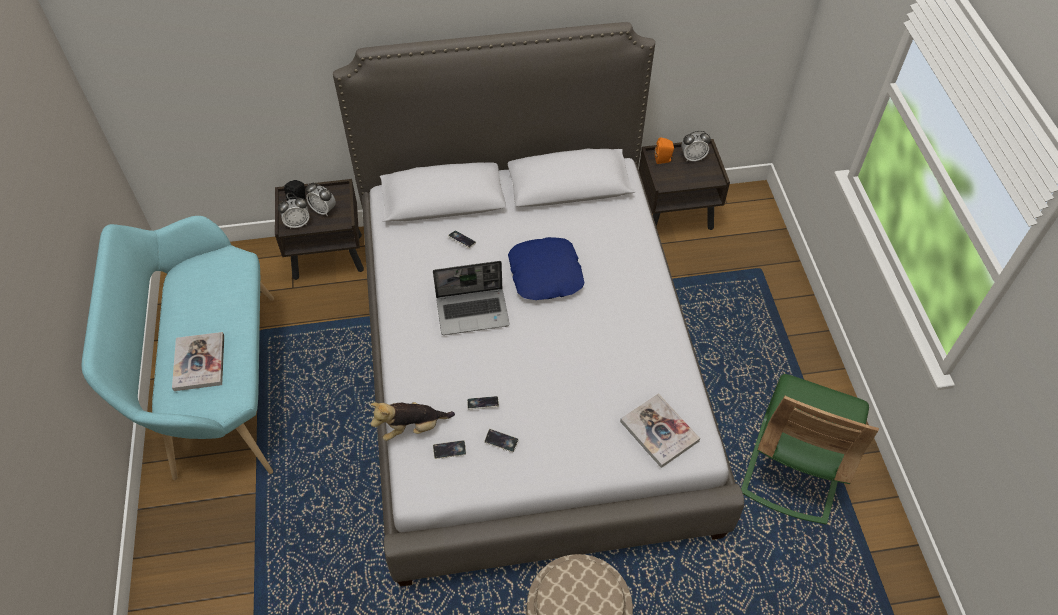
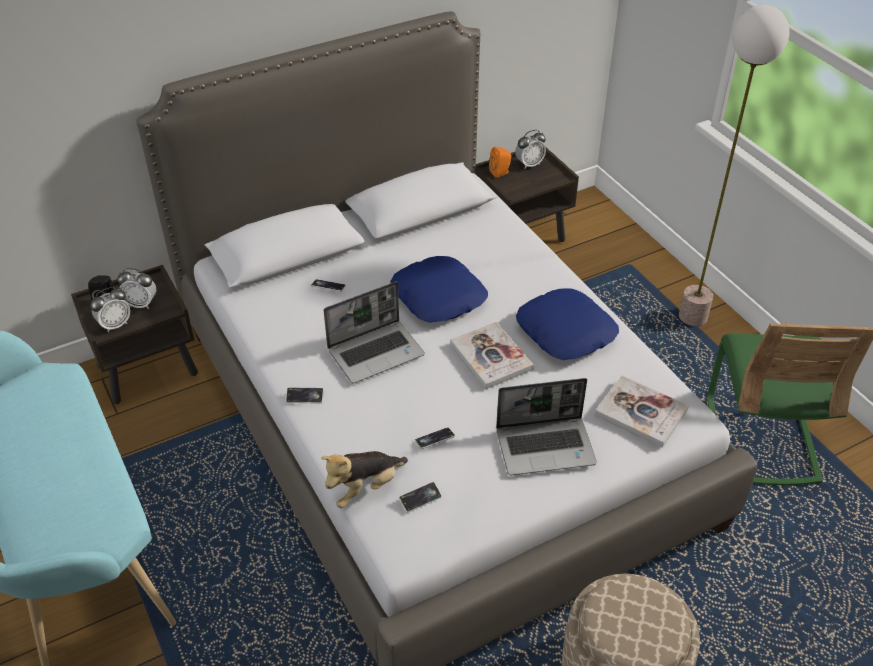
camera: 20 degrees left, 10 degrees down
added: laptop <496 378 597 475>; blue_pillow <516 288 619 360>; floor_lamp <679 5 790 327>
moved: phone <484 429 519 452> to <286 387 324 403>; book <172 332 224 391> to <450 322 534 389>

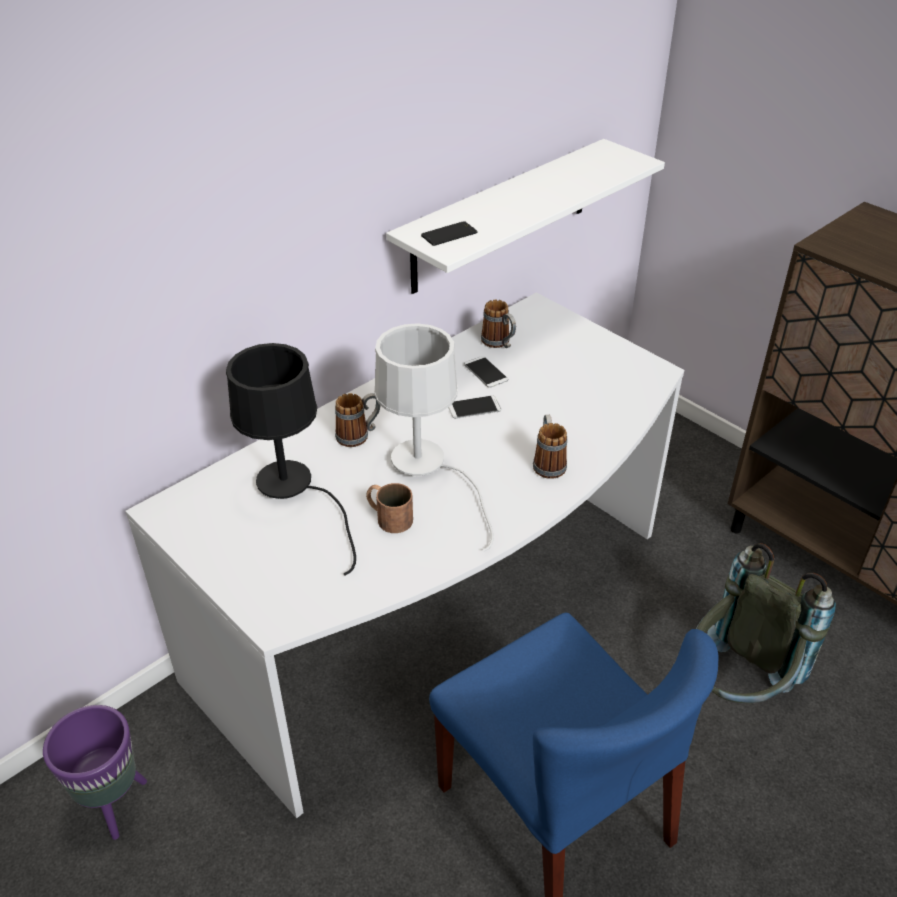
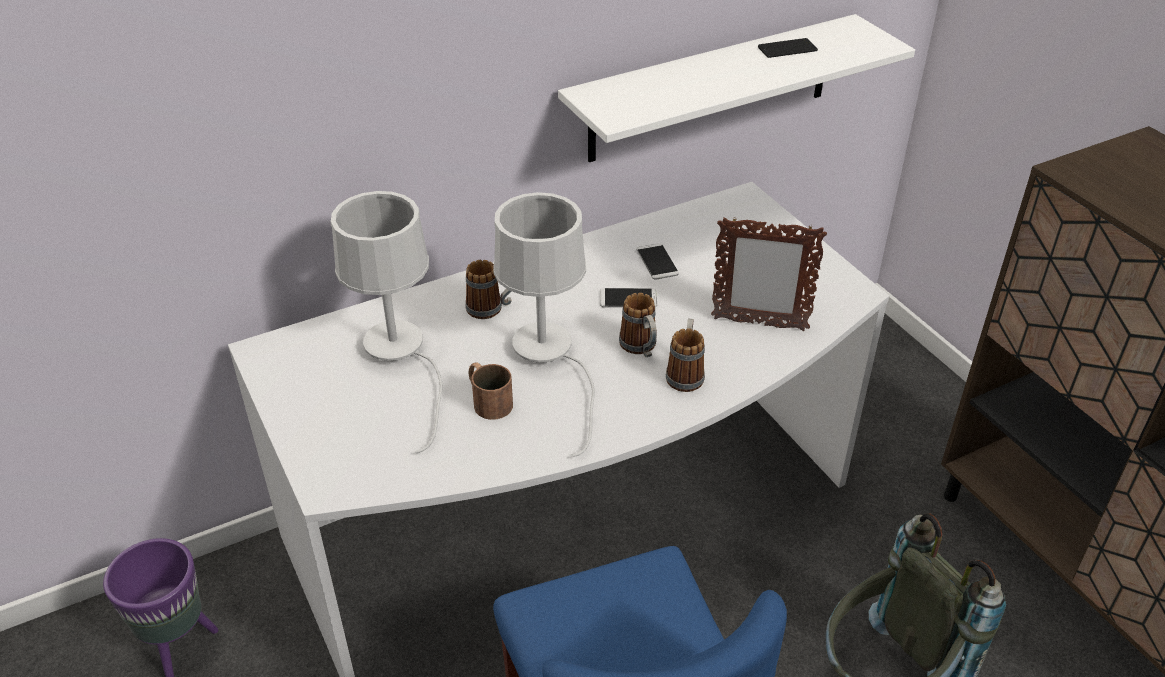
camera: 15 degrees right, 0 degrees up
added: picture_frame <711 217 827 331>
moved: mug <481 300 516 348> to <619 293 657 357>; phone <421 221 477 246> to <758 38 818 58>
recoloured: black_table_lamp <226 343 356 575> to white_table_lamp <331 191 443 453>

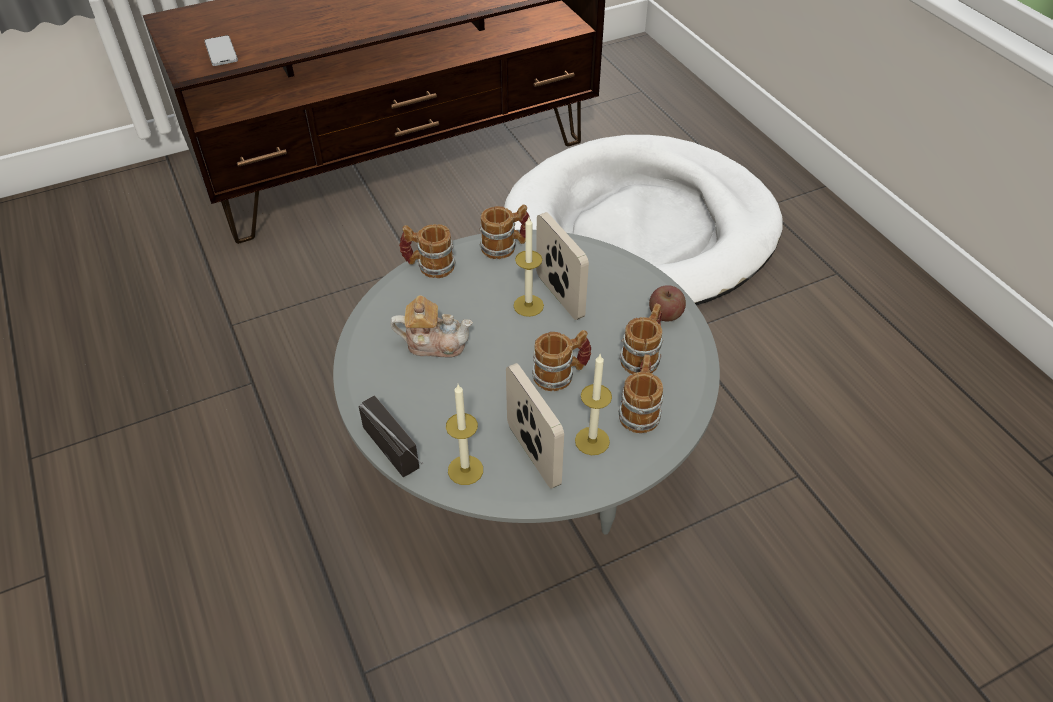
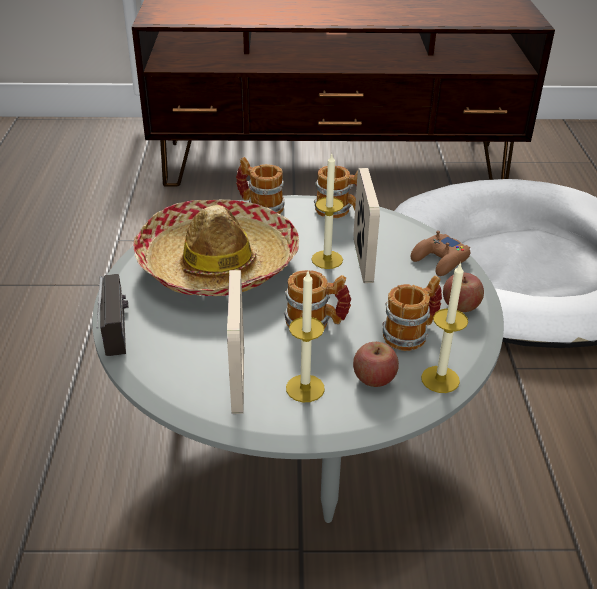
camera: 25 degrees right, 10 degrees down
removed: phone <204 35 238 66>
added: brown_game_controller <411 231 470 276>
moved: candle <446 384 483 485> to <421 262 468 393>
replaced: teapot <390 295 473 358> to hat <133 200 299 296>; mug <619 354 663 433> to apple <353 342 399 387>

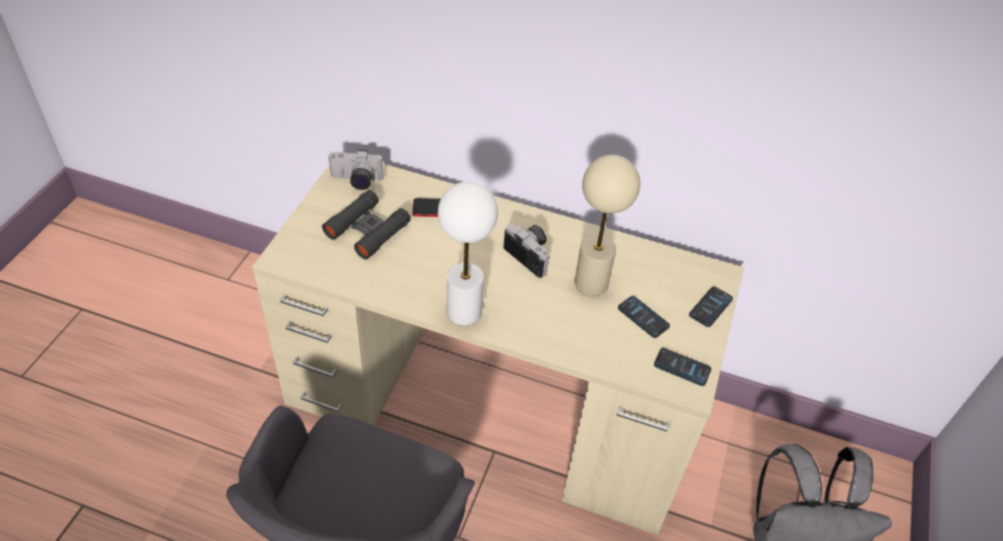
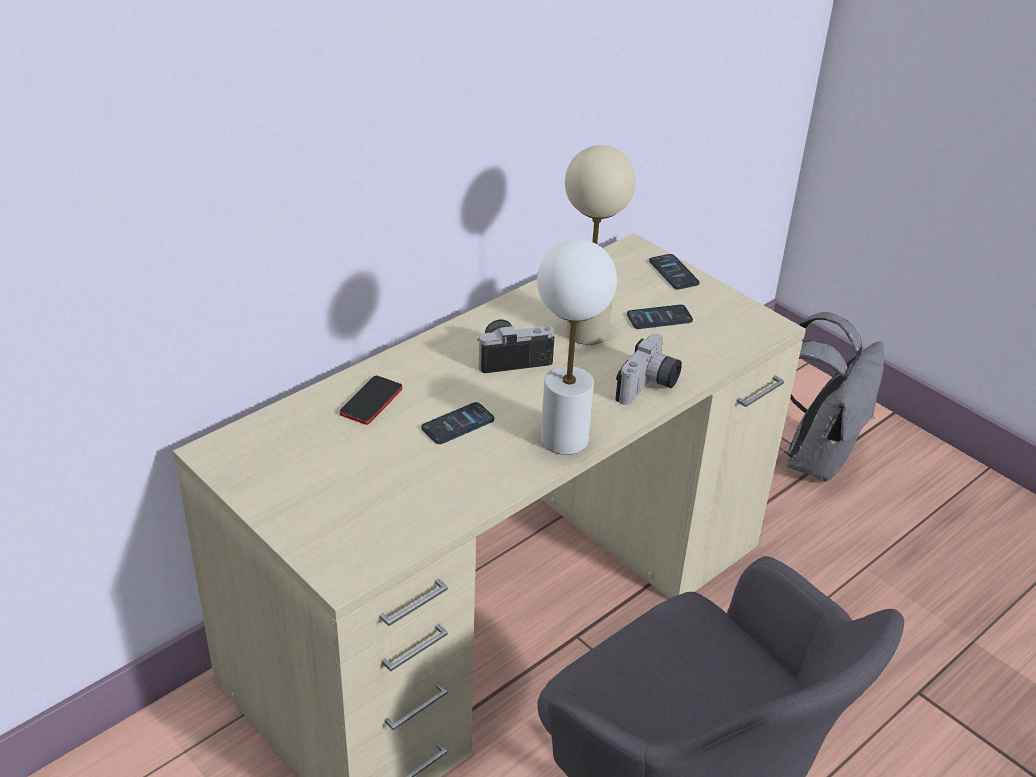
camera: 60 degrees left, 10 degrees down
removed: black_binoculars <322 190 411 259>
moved: phone <654 348 711 386> to <421 402 494 444>; photo_camera <328 150 384 190> to <616 334 682 405>

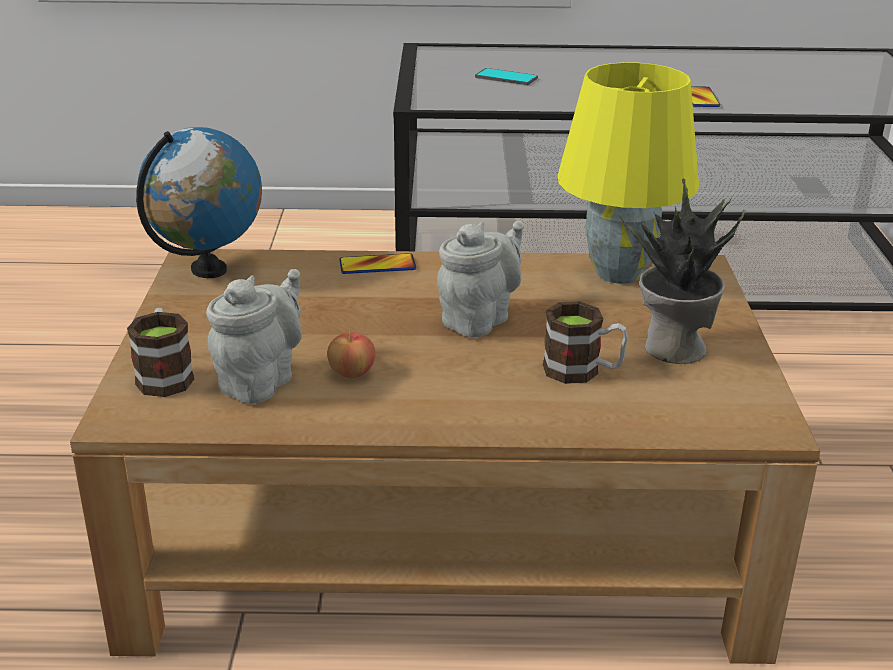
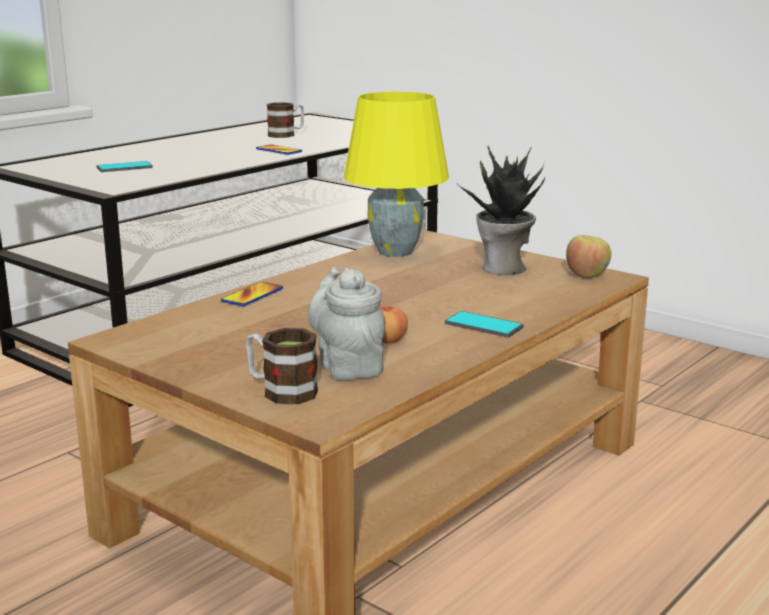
camera: 50 degrees left, 10 degrees down
removed: globe <136 127 262 278>; grey_teapot <437 221 524 338>
added: phone <445 311 524 337>; apple <566 235 611 278>
moved: mug <543 302 628 384> to <267 102 304 138>

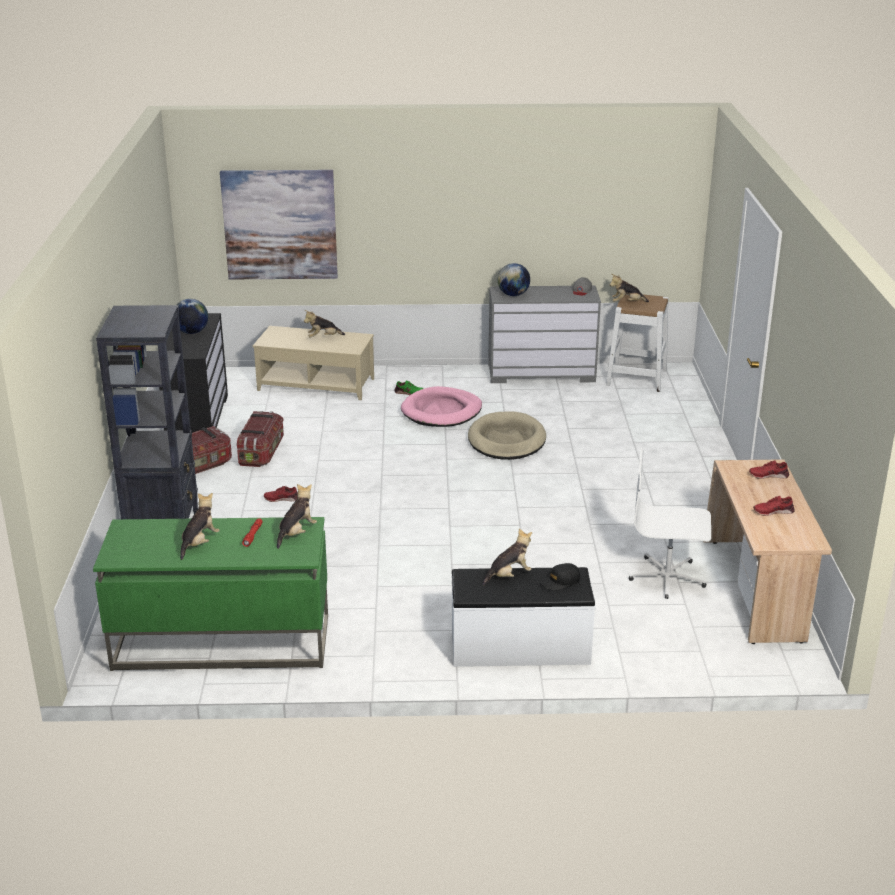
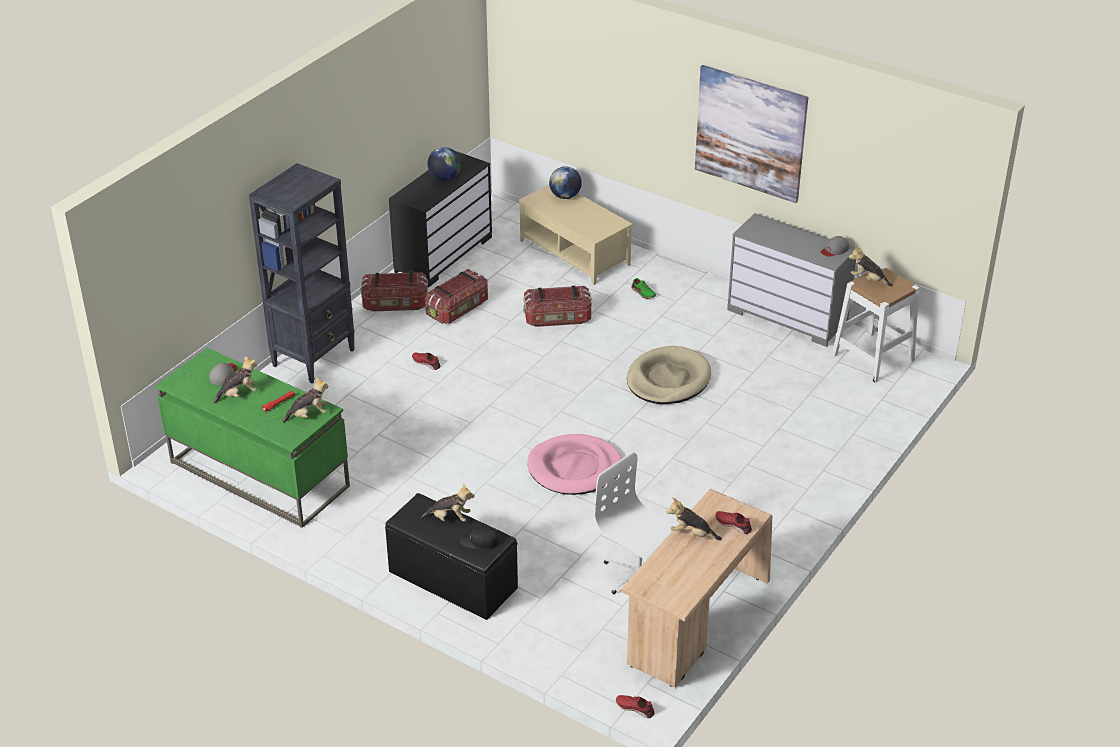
camera: 35 degrees right, 10 degrees up
added: grey_cap <209 363 237 385>; storage_box <523 285 592 327>
moved: pink_dog_bed <401 386 482 427> to <527 434 622 495>; globe <498 263 530 296> to <549 166 582 199>; red_shoe <753 496 794 516> to <616 695 654 718>; plush_toy <304 310 345 338> to <666 497 722 540>; picture <220 170 338 279> to <695 65 808 203>
recoloured: white_bench <452 567 595 667> to black_bench <385 493 518 620>

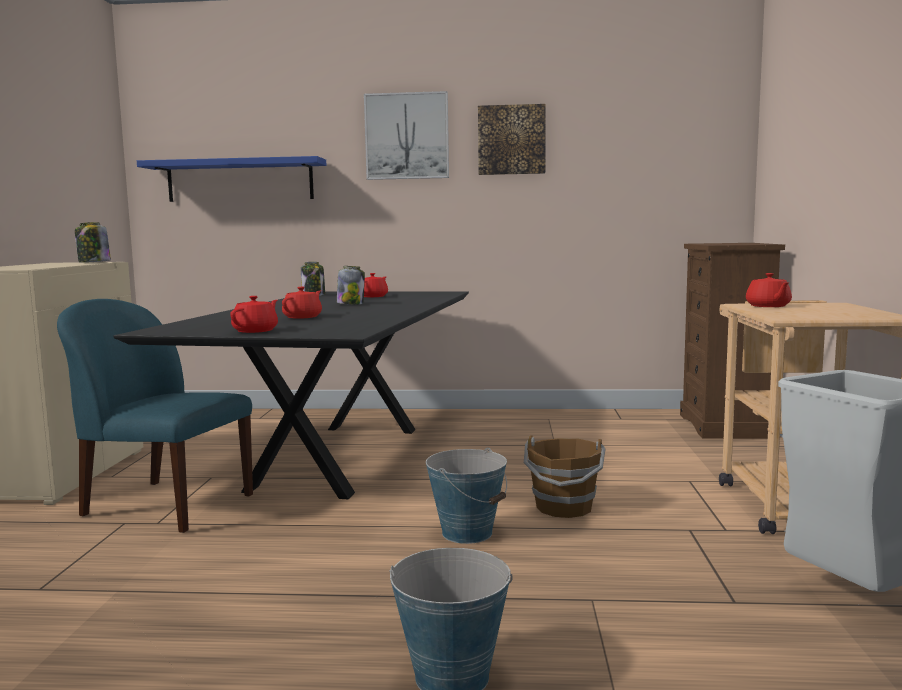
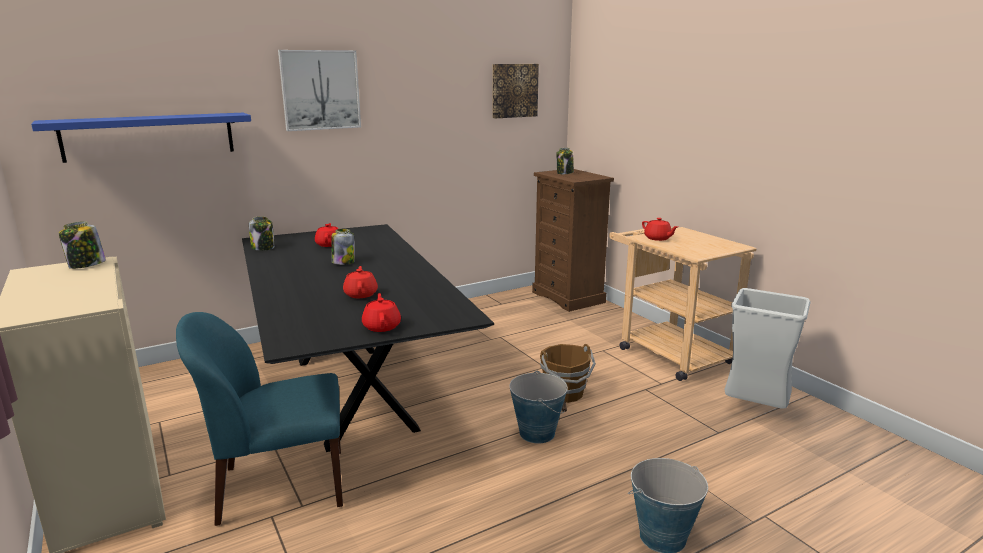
camera: 35 degrees left, 10 degrees up
added: jar <556 148 574 174>
moved: picture <478 104 546 175> to <493 64 539 118>

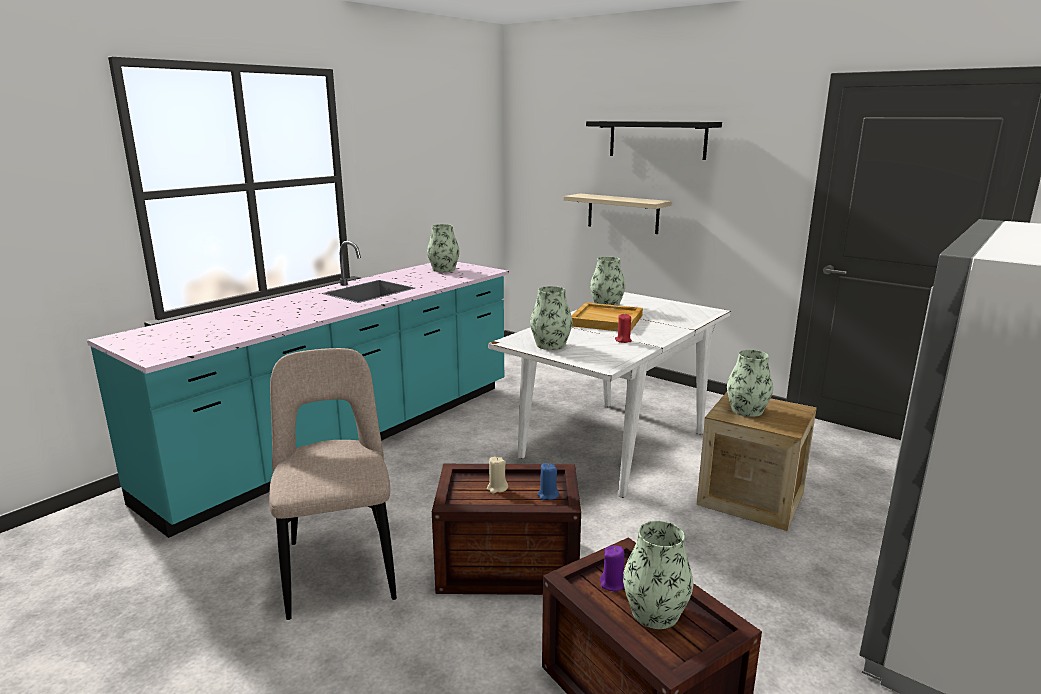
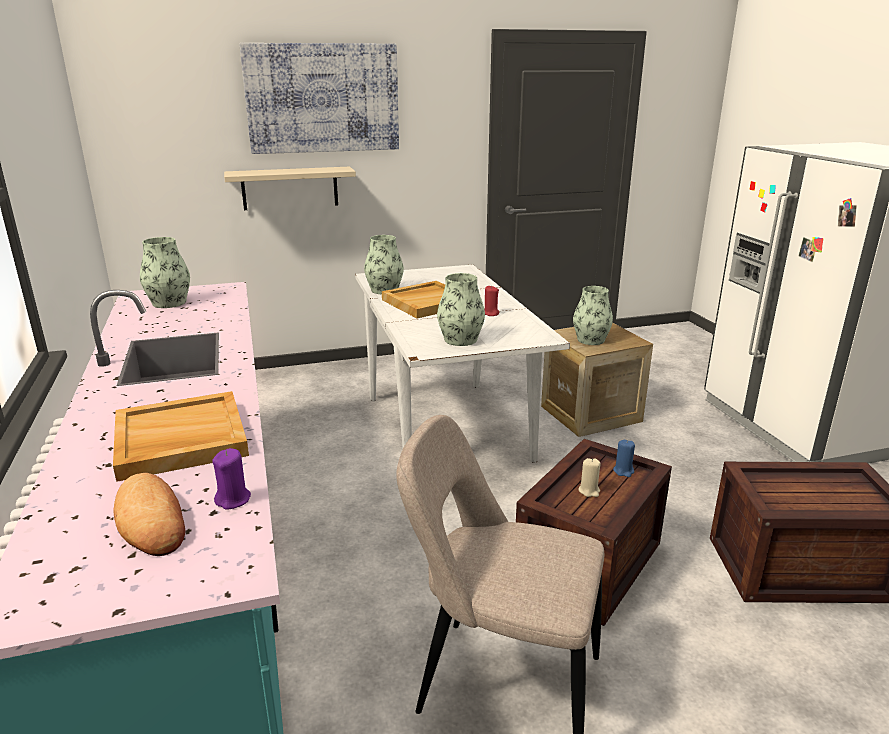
camera: 55 degrees left, 5 degrees up
removed: vase <623 521 693 629>
added: beige_tray <113 391 249 482>; bread <113 473 185 556>
moved: purple_candle <600 545 624 591> to <212 448 251 510>
replaced: black_shelf <586 121 722 160> to picture <239 43 399 154>

